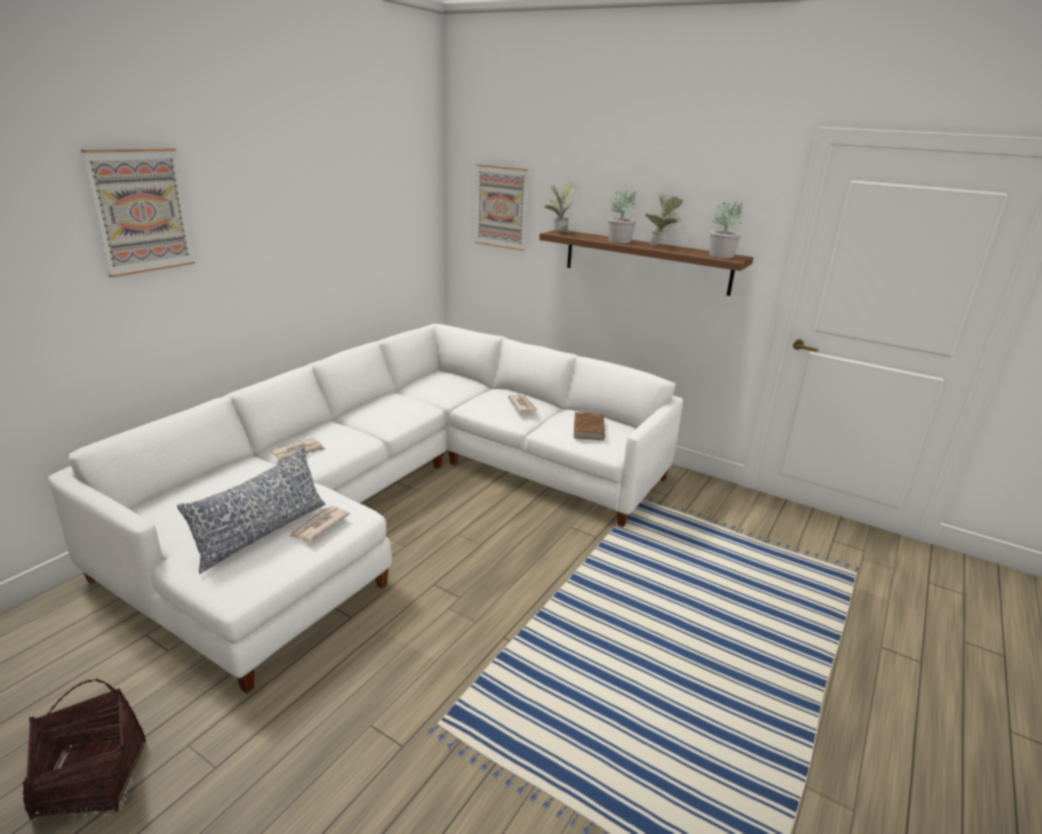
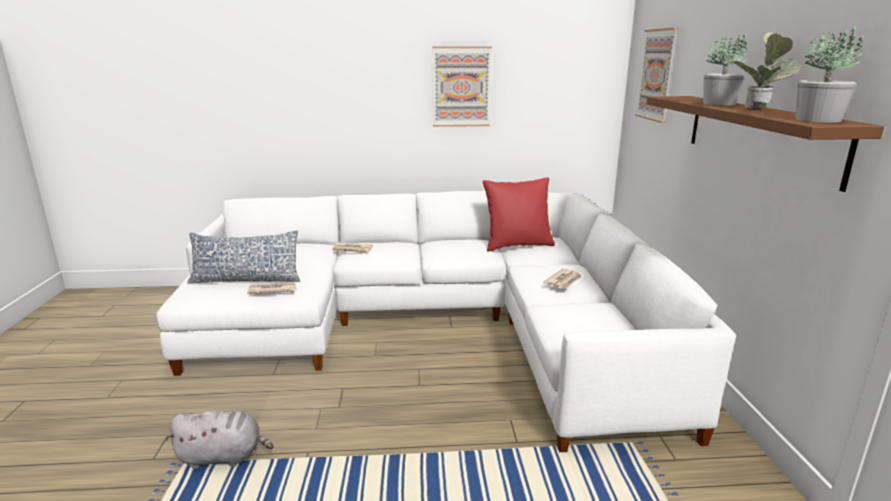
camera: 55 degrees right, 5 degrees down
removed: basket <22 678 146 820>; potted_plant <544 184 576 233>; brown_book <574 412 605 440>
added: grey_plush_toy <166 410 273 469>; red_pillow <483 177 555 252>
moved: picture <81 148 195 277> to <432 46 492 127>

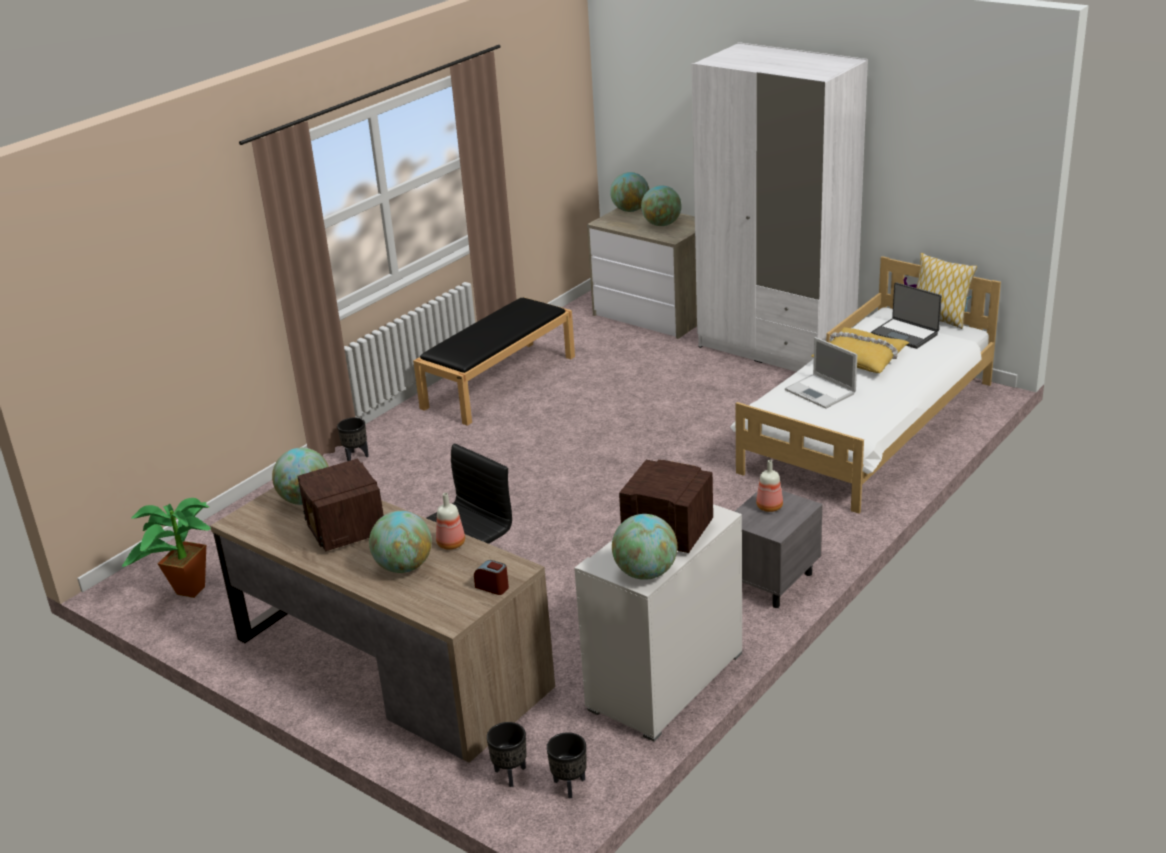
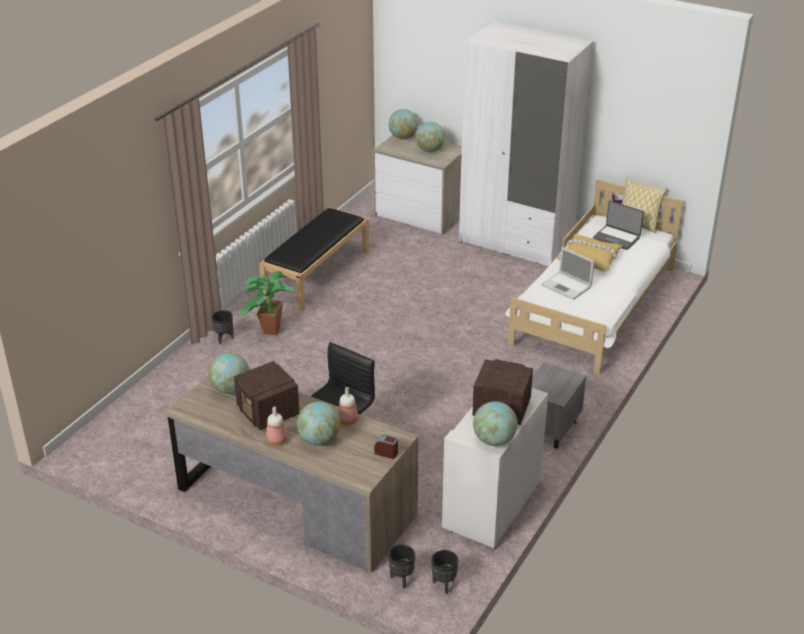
camera: 10 degrees left, 5 degrees up
moved: potted_plant <122 498 211 598> to <240 271 295 335>; bottle <756 460 783 512> to <266 407 287 445>

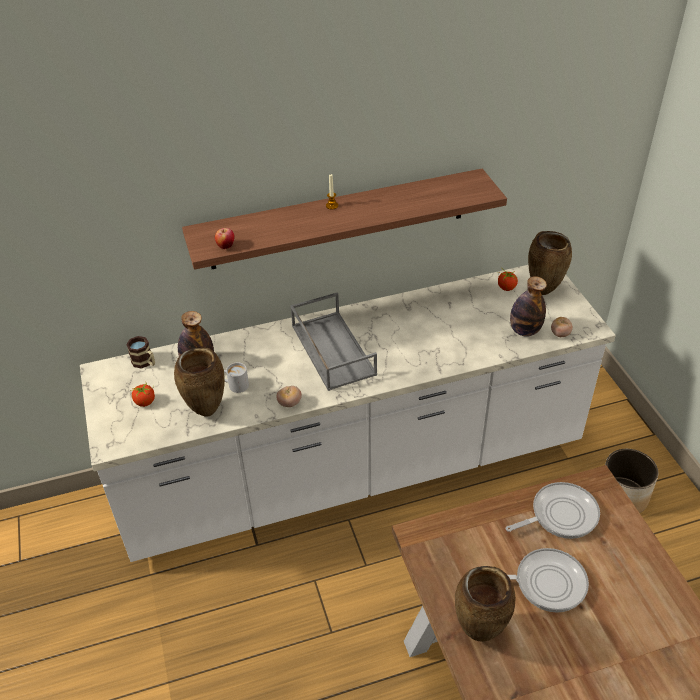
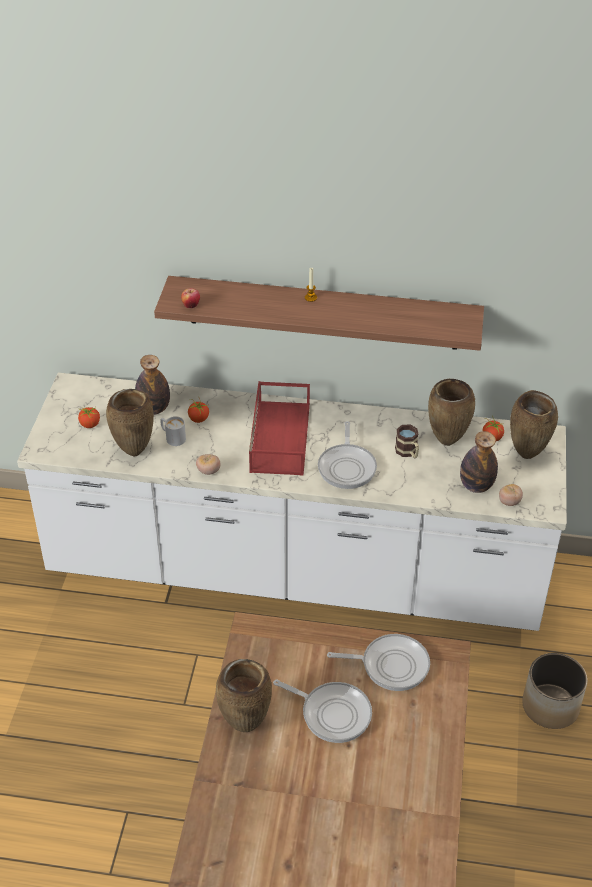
camera: 25 degrees right, 0 degrees up
added: tomato <188 398 209 423>; frying_pan <318 421 377 489>; brown_vase <428 379 475 446>
moved: mug <126 336 155 369> to <395 425 419 458>
recoloured: grey_tray <290 292 377 391> to red_tray <249 381 310 476>

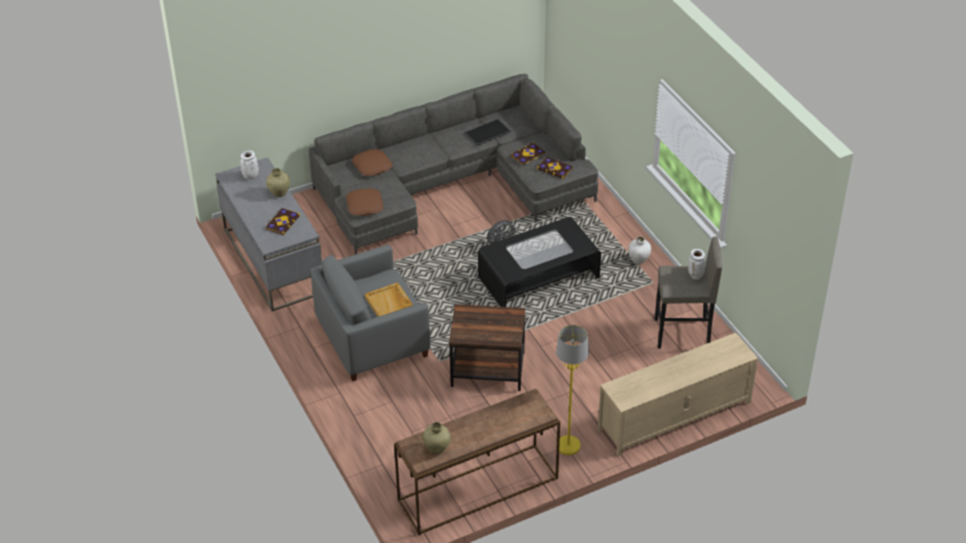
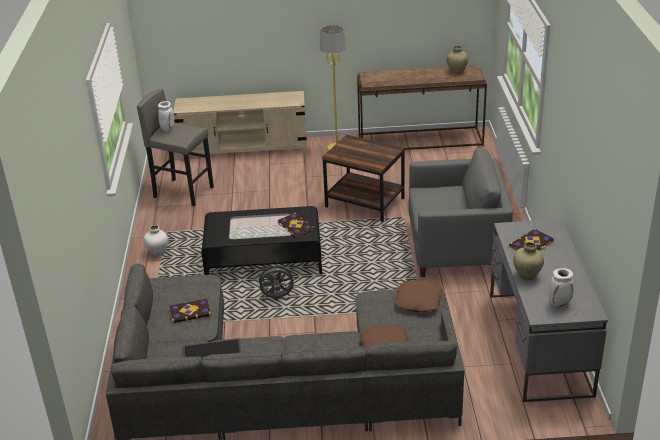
camera: 155 degrees left, 10 degrees down
removed: beige_tray <365 282 413 317>
moved: book <537 157 573 179> to <278 213 315 237>

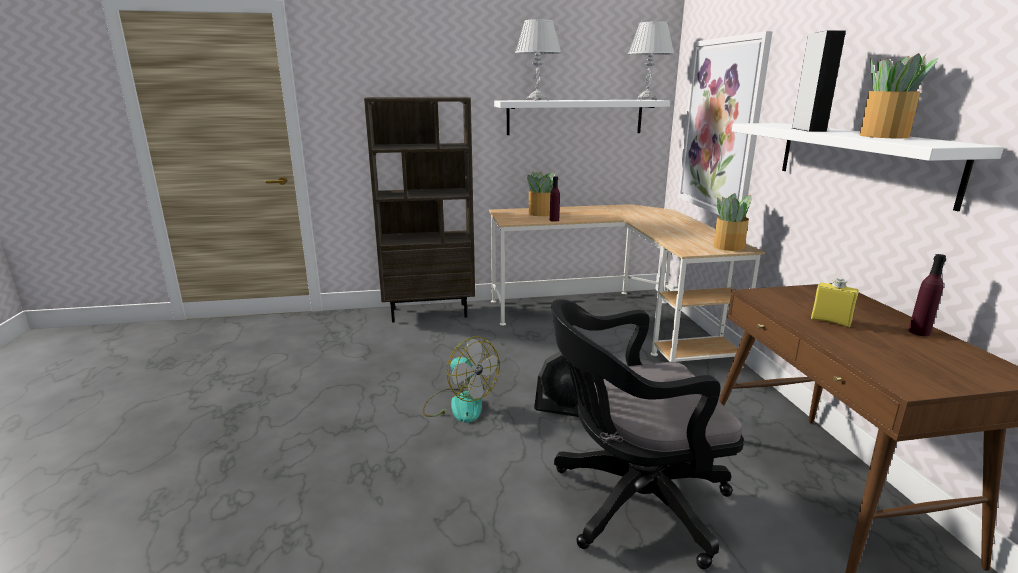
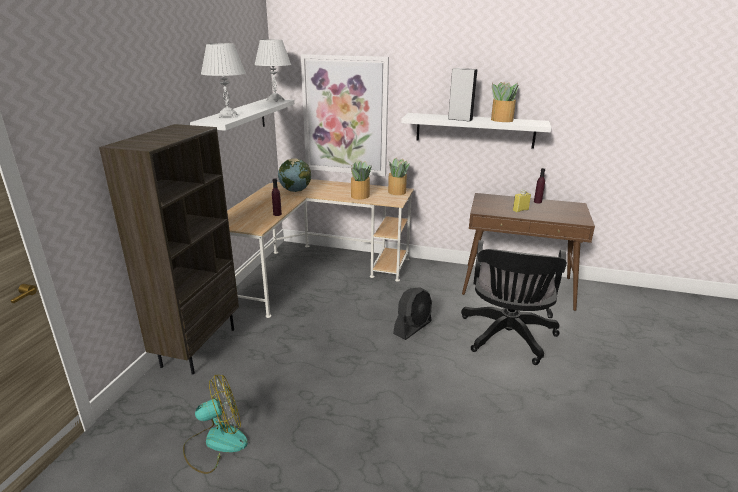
camera: 65 degrees left, 5 degrees up
added: globe <278 158 311 192>
moved: fan <423 336 500 423> to <183 374 248 474>; potted_plant <526 171 556 216> to <351 161 372 199>

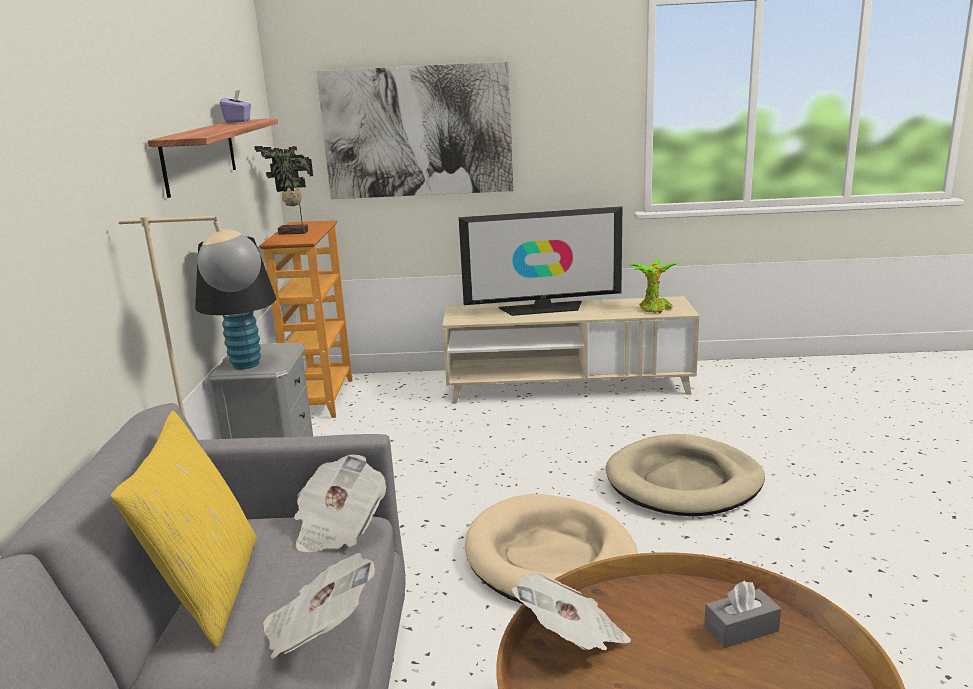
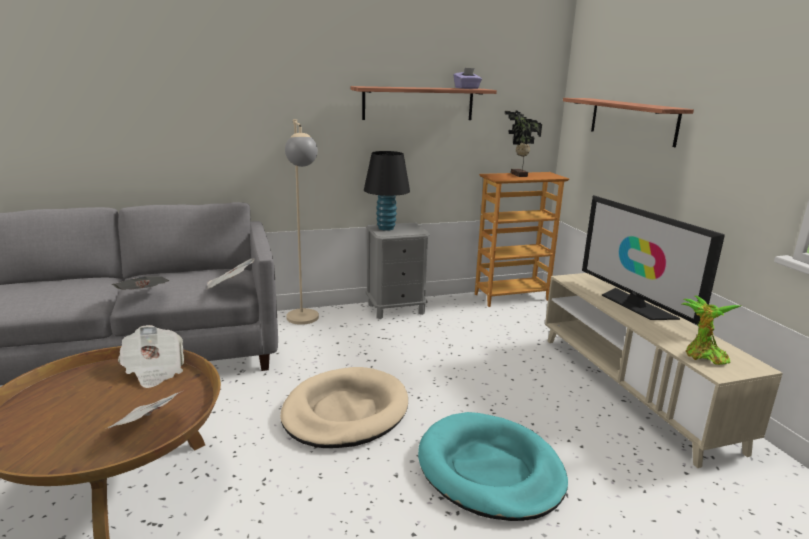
camera: 70 degrees right, 0 degrees up
removed: yellow_pillow <111 411 257 648>
replaced: grey_tissue_box <704 581 781 648> to newspaper <107 392 180 428>; picture <316 62 513 199> to shelf <563 98 694 147>
recoloured: beige_dog_bed <606 434 765 516> to turquoise_dog_bed <418 412 568 521>

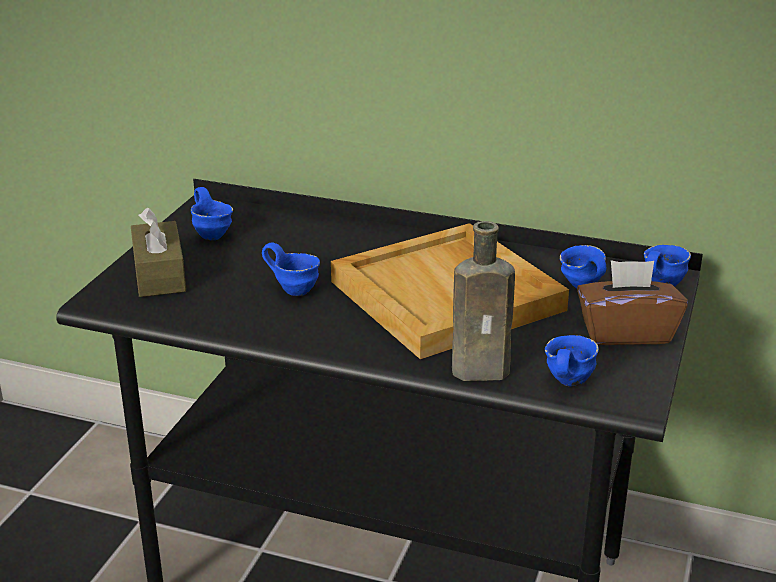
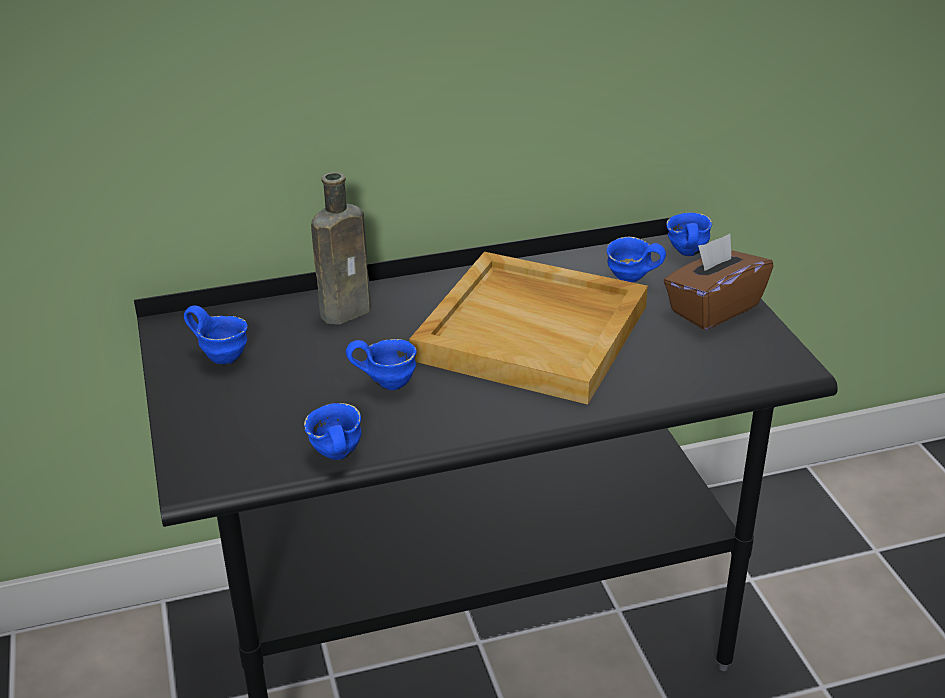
camera: 35 degrees left, 5 degrees up
removed: brown_tissue_box <131 207 186 297>
moved: blue_mug <545 335 599 387> to <304 403 361 460>; brown_bottle <452 221 515 381> to <311 172 371 325>

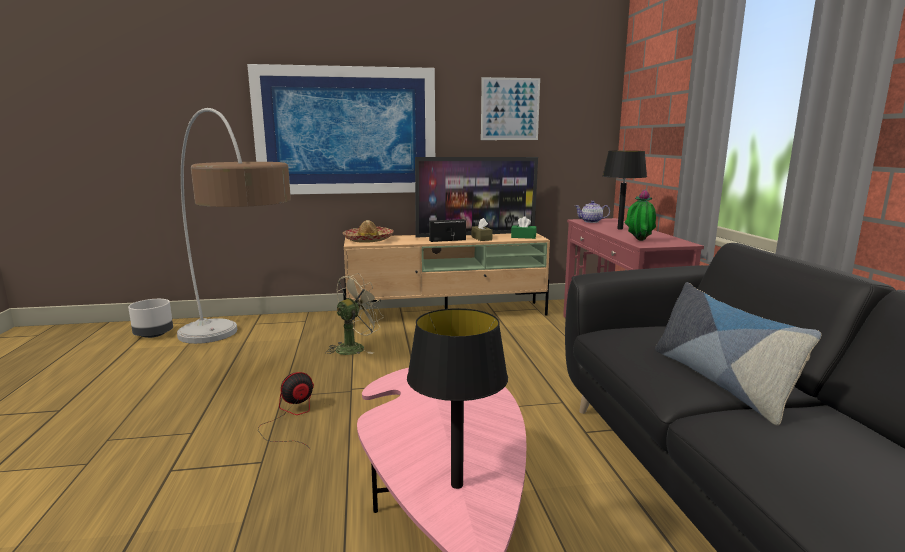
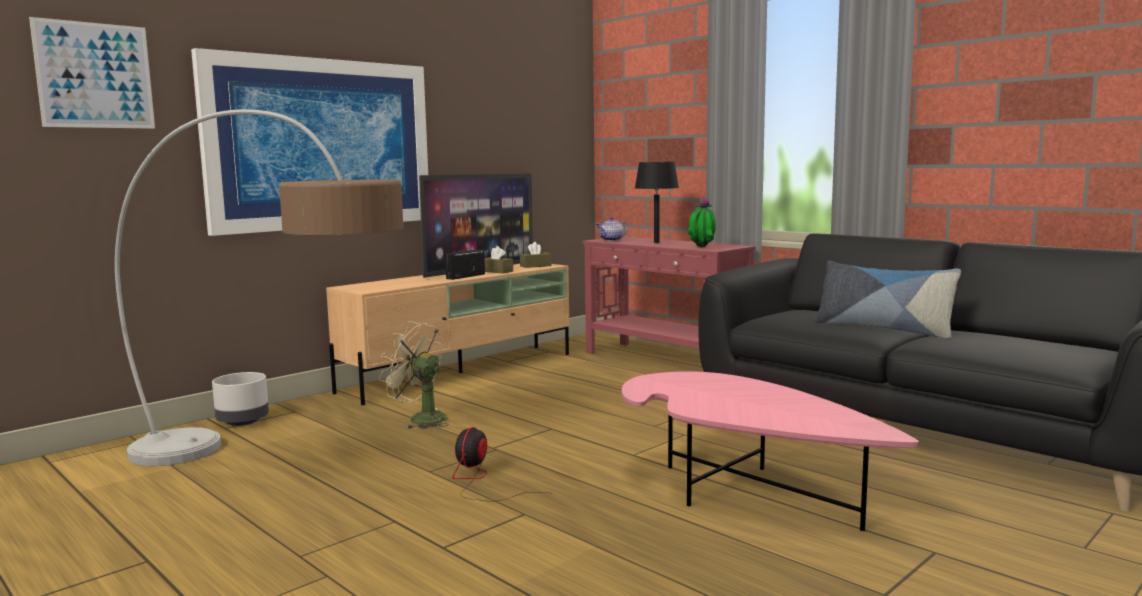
camera: 35 degrees left, 5 degrees down
removed: hat <343 220 394 243>; black_table_lamp <407 308 508 489>
moved: picture <481 77 540 140> to <29 17 155 129>; grey_planter <128 299 173 338> to <212 372 269 426>
recoloured: green_tissue_box <511 216 537 239> to brown_tissue_box <520 242 552 268>
turned: beige_fan <326 273 384 355> = <379 321 448 429> 75 degrees counterclockwise

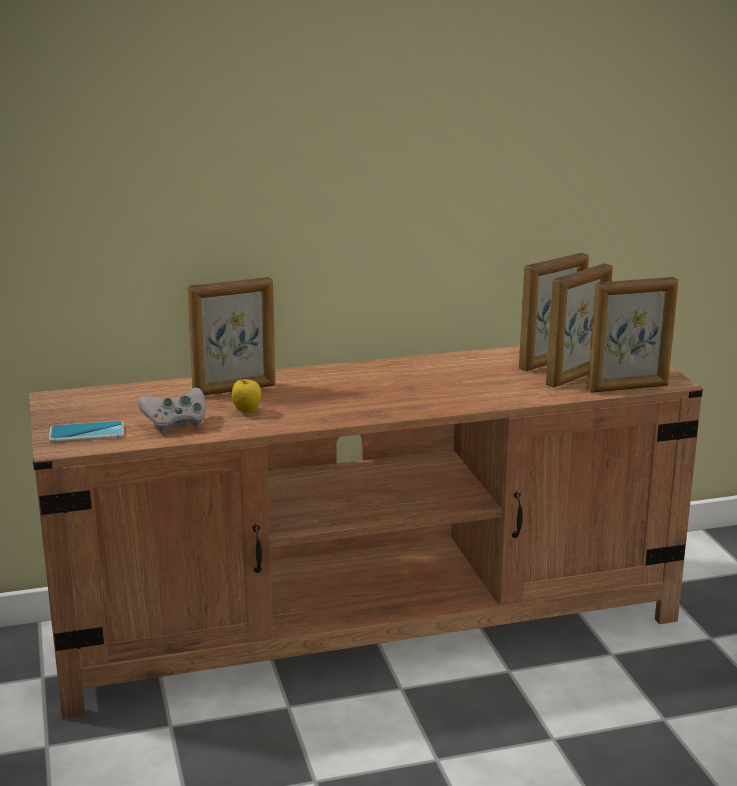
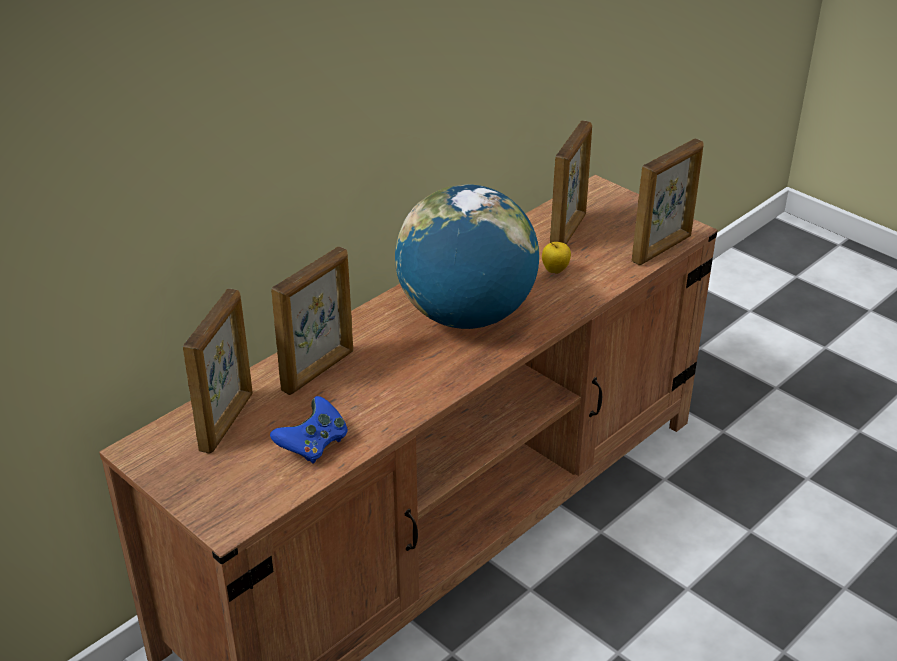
camera: 30 degrees left, 15 degrees up
removed: phone <49 421 124 442>
added: globe <395 184 539 329>
moved: picture_frame <546 263 613 388> to <183 289 253 454>; apple <232 377 261 413> to <542 242 571 273>
recoloured: grey_game_controller <138 388 206 433> to blue_game_controller <270 396 348 464>

